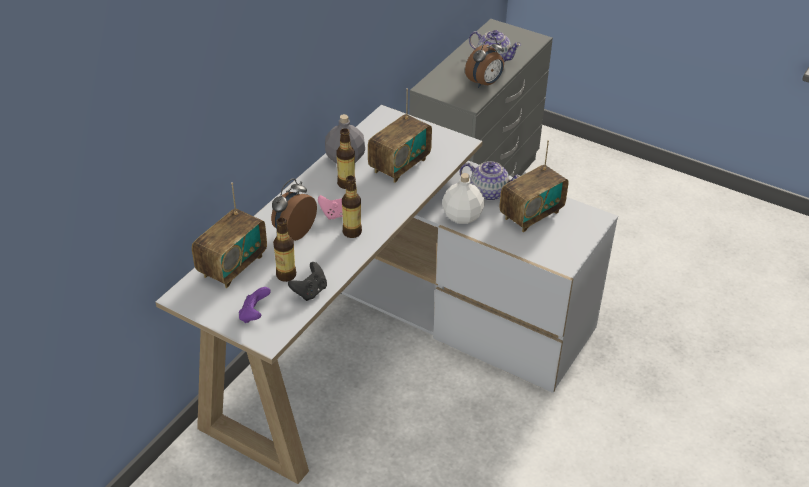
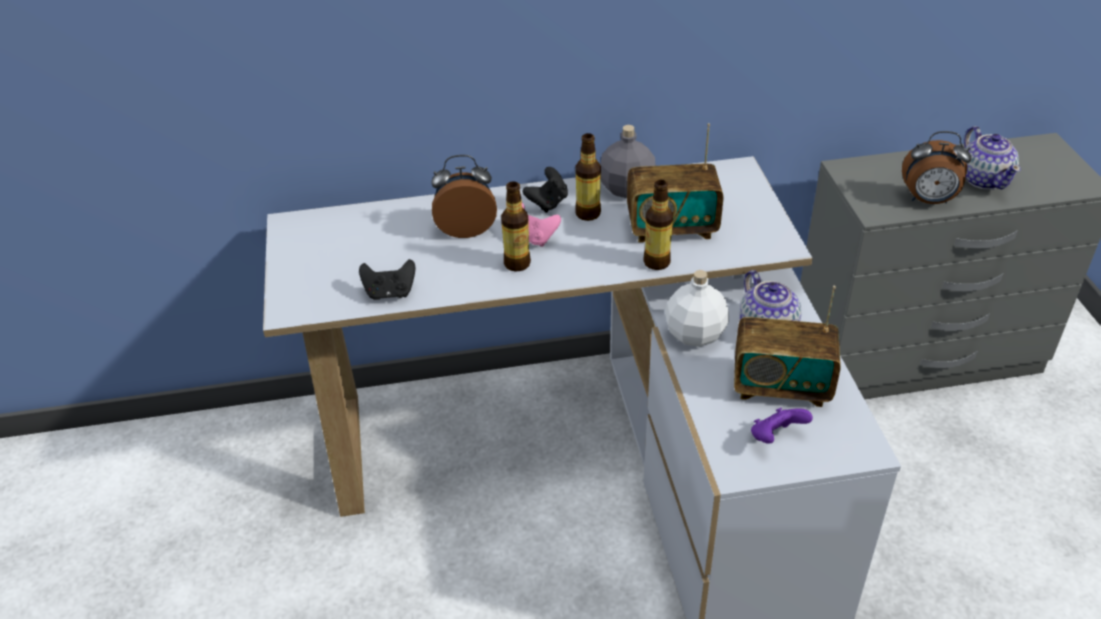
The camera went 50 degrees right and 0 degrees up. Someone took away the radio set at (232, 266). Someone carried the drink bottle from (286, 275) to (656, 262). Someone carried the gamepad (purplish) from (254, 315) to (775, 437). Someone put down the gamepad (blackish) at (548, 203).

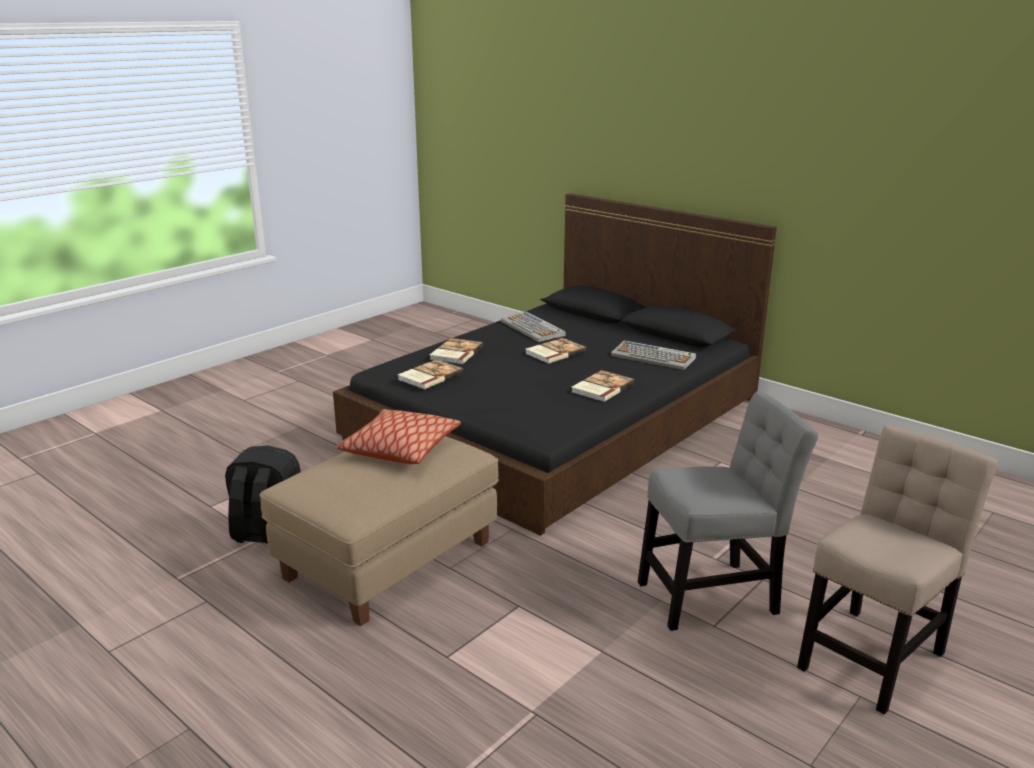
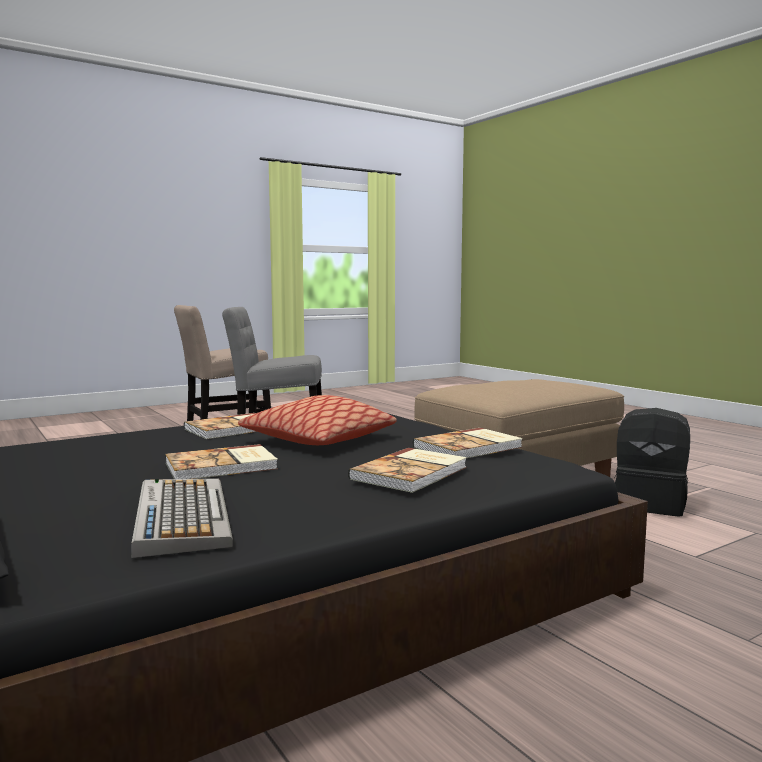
The camera went 165 degrees left and 15 degrees down. Someone took away the computer keyboard at (654, 357). Someone carried the throw pillow from (400, 448) to (319, 440).

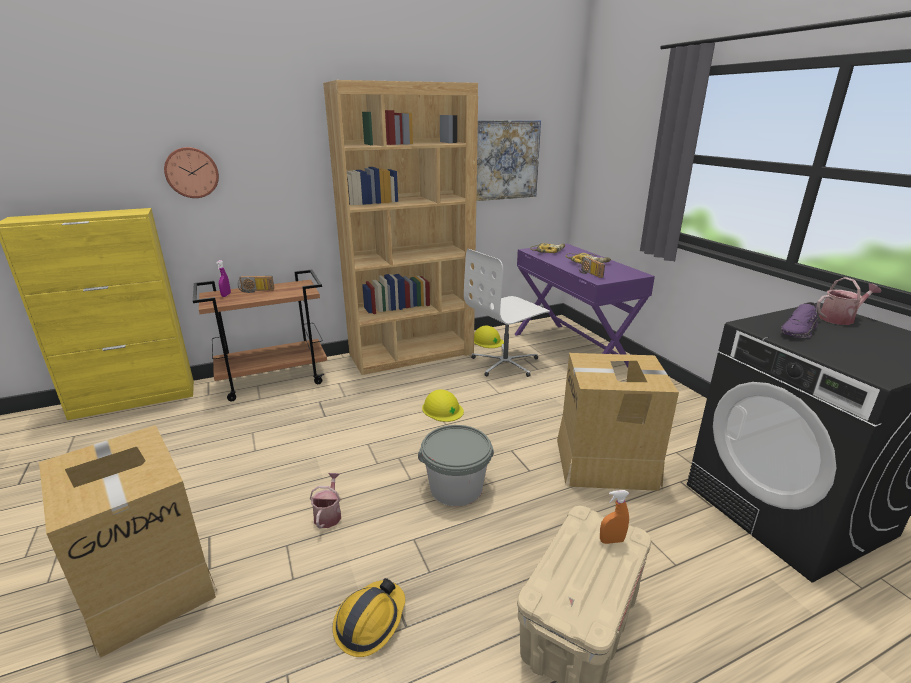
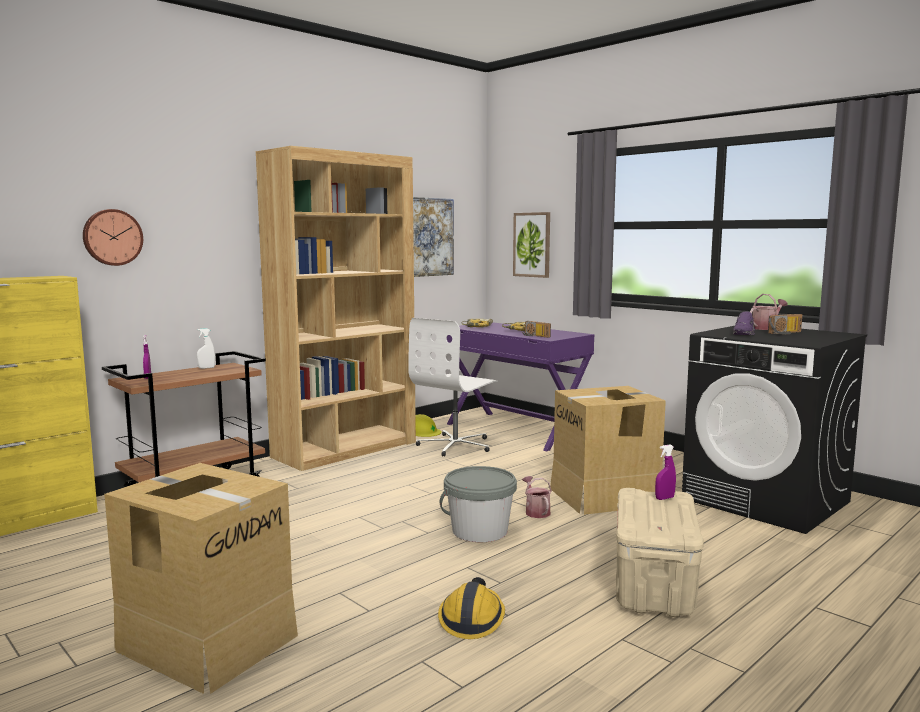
The camera went 20 degrees left and 15 degrees down. Someone carried the radio set from (256, 291) to (786, 333). Someone took away the safety helmet (yellow-coloured) at (442, 409). Someone carried the watering can from (329, 514) to (536, 511). Someone repainted the spray bottle (orangey) at (611, 541), which became the spray bottle (purplish) at (664, 498). Someone put up the picture at (532, 244). Someone put down the spray bottle (whitish) at (206, 368).

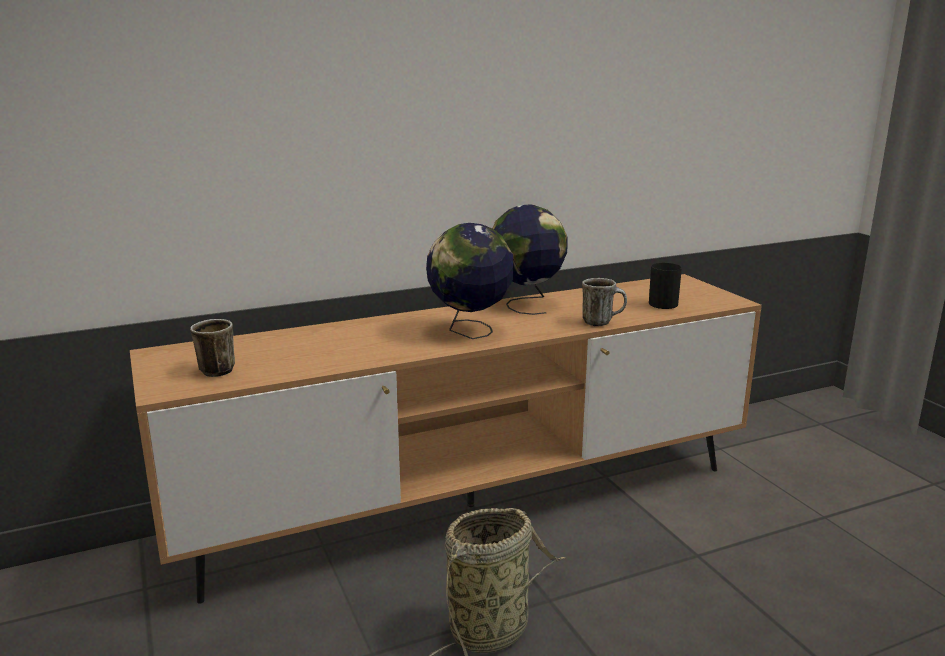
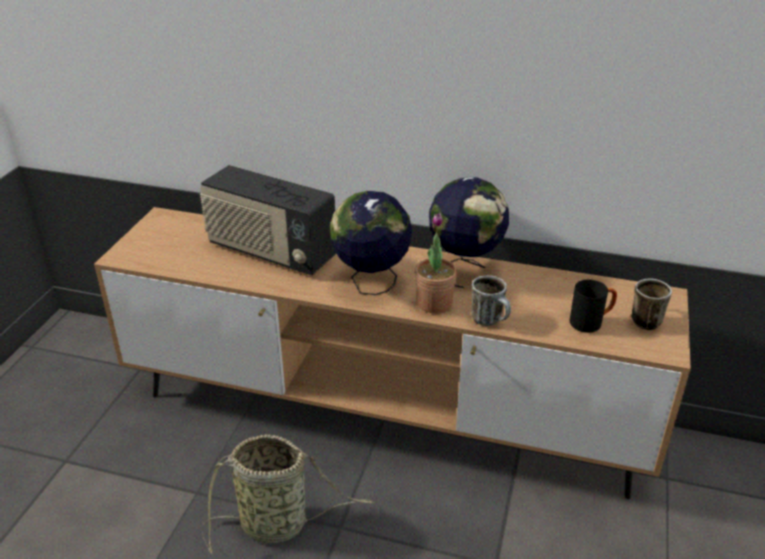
The camera went 40 degrees right and 15 degrees up. Someone carried the tea mug from (212, 370) to (642, 319). Someone put down the radio set at (271, 252). Someone put down the plant in a pot at (434, 303).

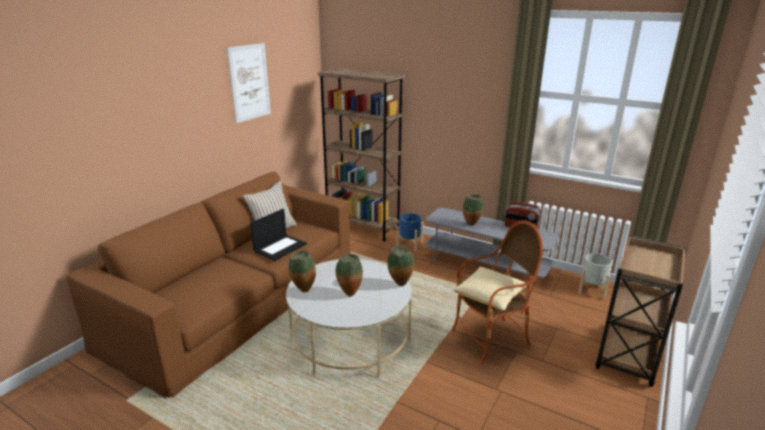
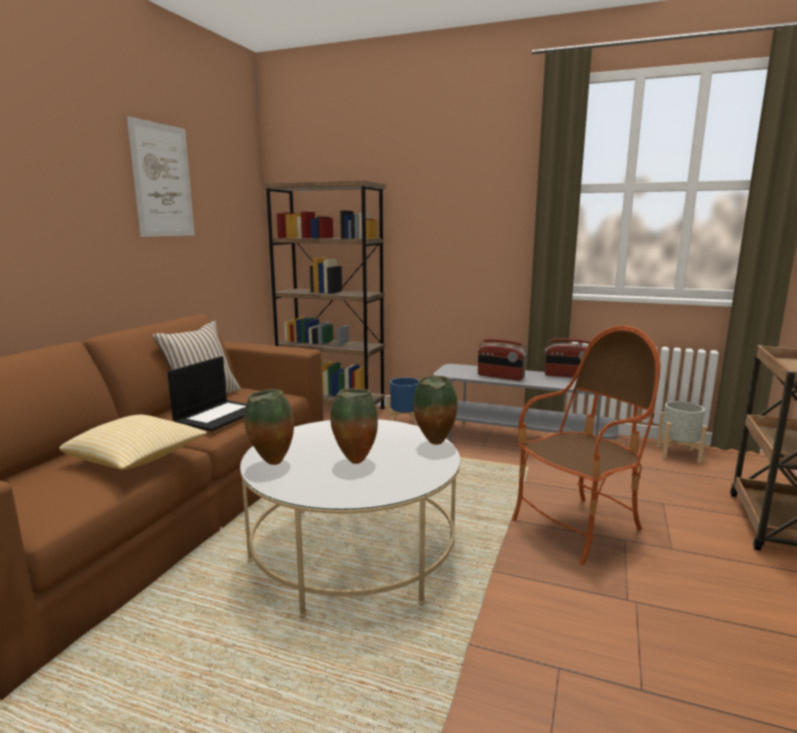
The camera went 10 degrees left and 10 degrees down. Someone swapped the decorative vase at (472, 225) for the radio set at (500, 377). Someone carried the throw pillow from (490, 297) to (137, 459).

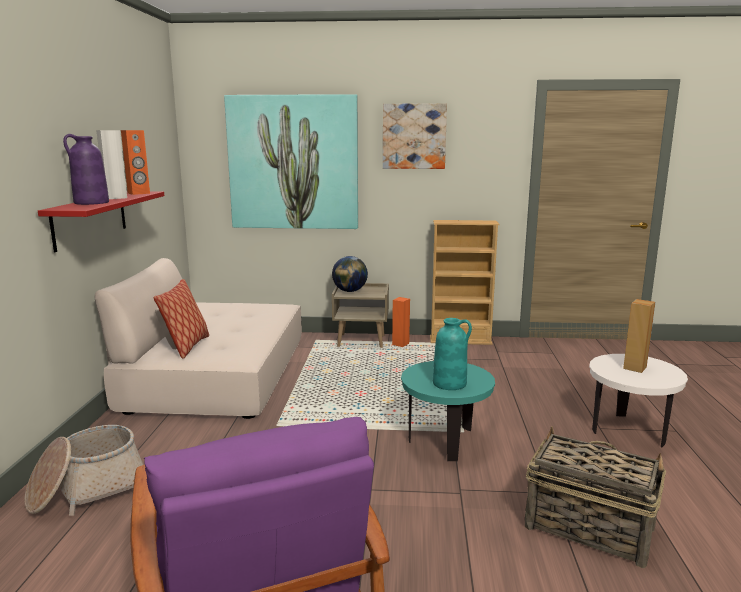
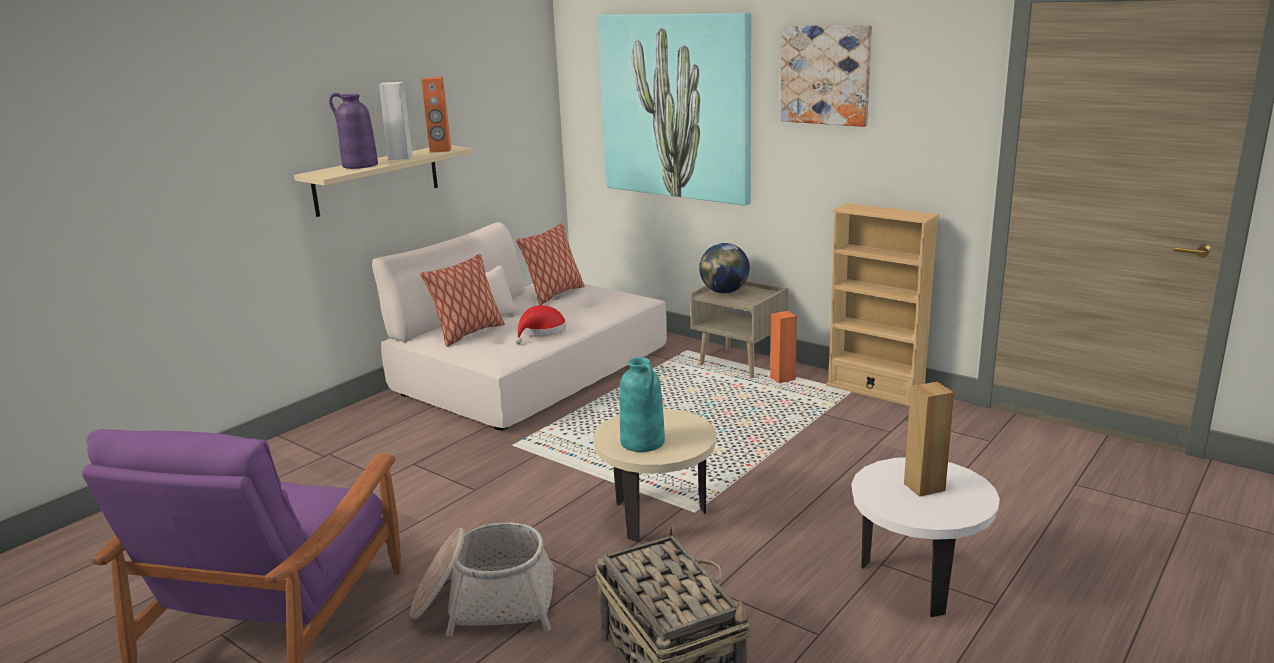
The camera went 35 degrees right and 5 degrees up. Someone repainted the shelf (reddish) at (90, 219), which became the shelf (beige) at (377, 180). Someone repainted the end table (blue-green) at (445, 441), which became the end table (beige) at (658, 516). Someone carried the household basket from (88, 489) to (485, 603). Someone put down the throw pillow at (554, 295). Someone put down the clothing hat (reddish) at (541, 331).

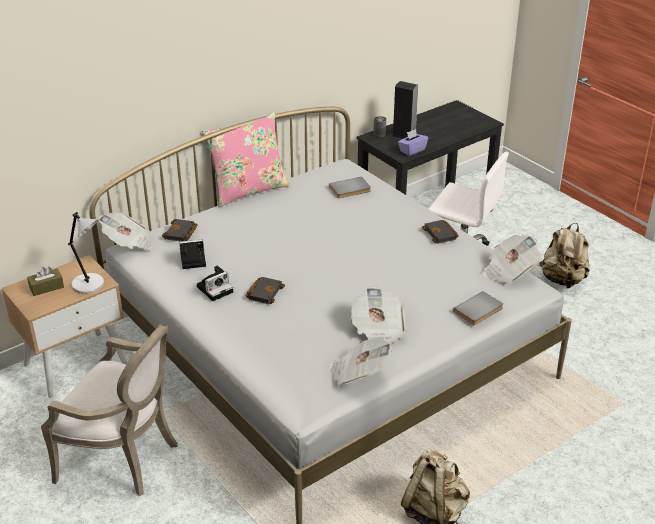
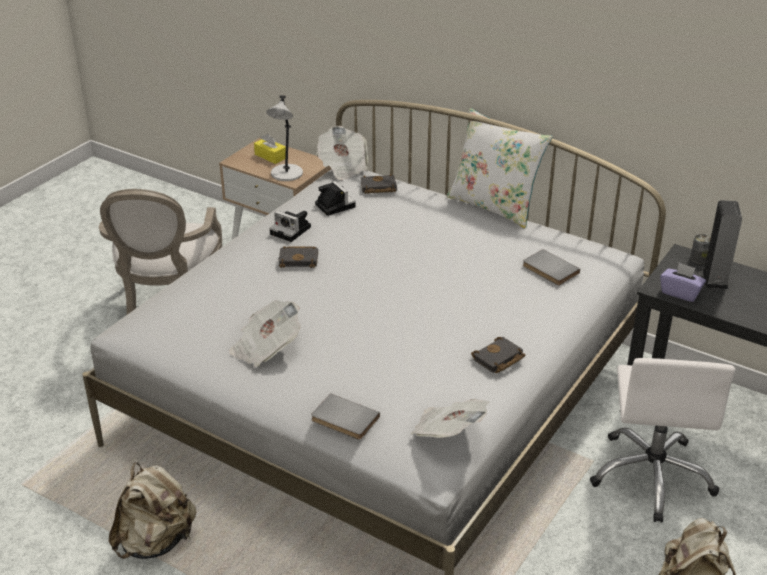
The camera went 70 degrees right and 0 degrees up. Someone repainted the throw pillow (pink) at (248, 190), which became the throw pillow (whitish) at (494, 206). Someone repainted the tissue box (brown) at (46, 287), which became the tissue box (yellow-coloured) at (270, 156). Someone took away the daily paper at (358, 373).

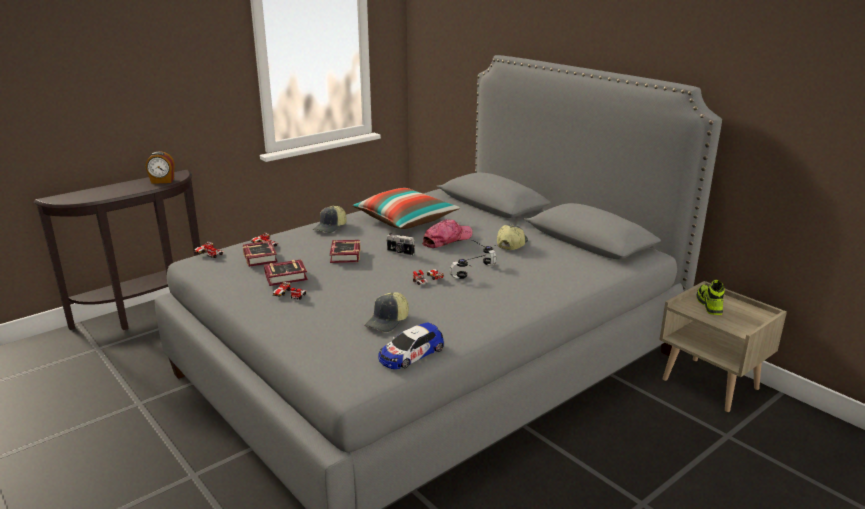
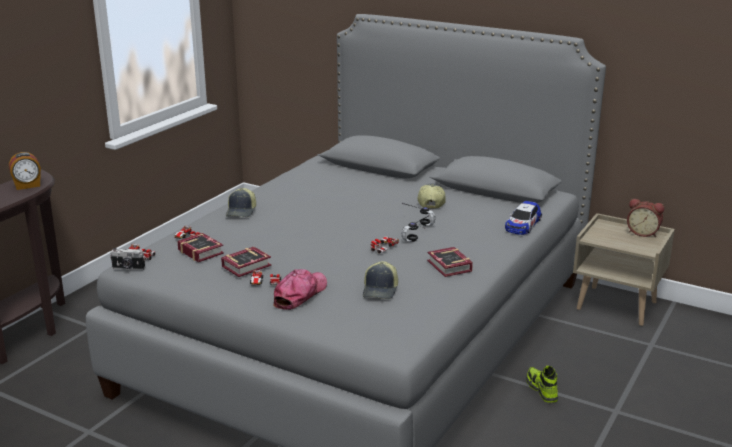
The camera went 20 degrees left and 0 degrees up. Someone took away the throw pillow at (405, 220). Someone carried the peaked cap from (447, 239) to (300, 294). Someone carried the photo camera from (400, 253) to (128, 268). Someone carried the volume from (344, 256) to (449, 267). Someone carried the shoe from (709, 305) to (541, 389). Someone carried the model car from (411, 353) to (523, 224). Someone put down the table clock at (643, 233).

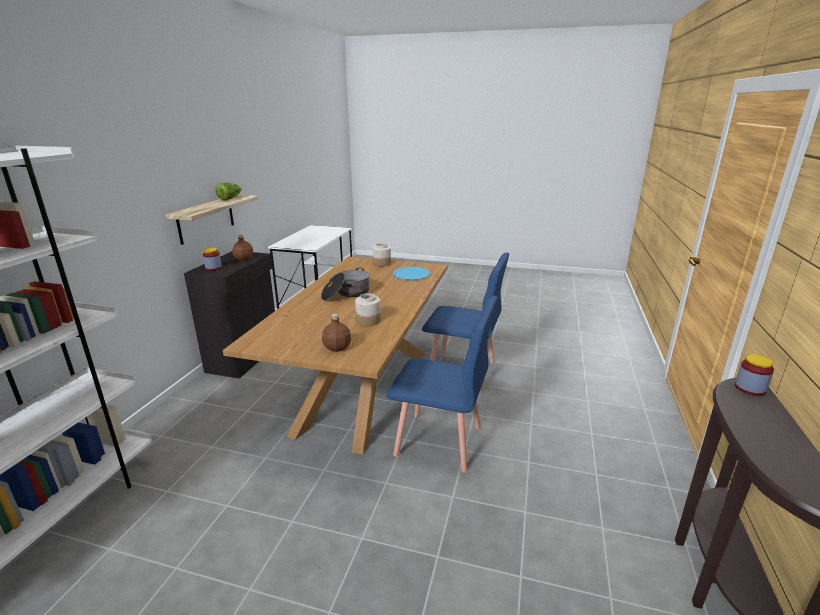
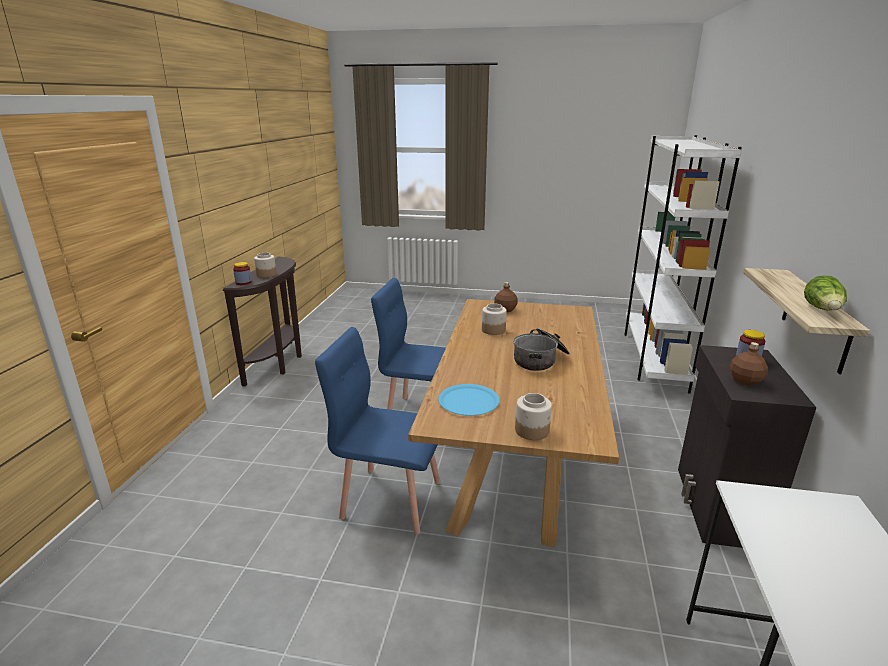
The camera went 175 degrees right and 0 degrees up. Someone put down the jar at (266, 274).

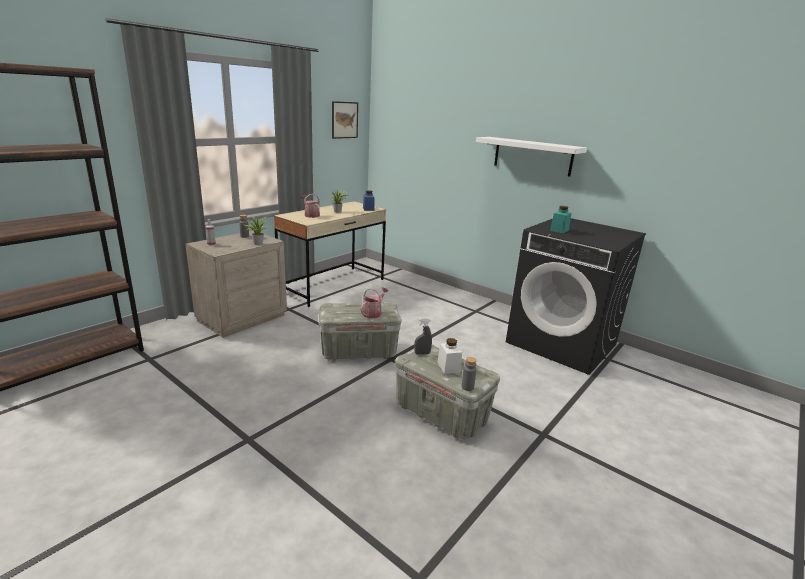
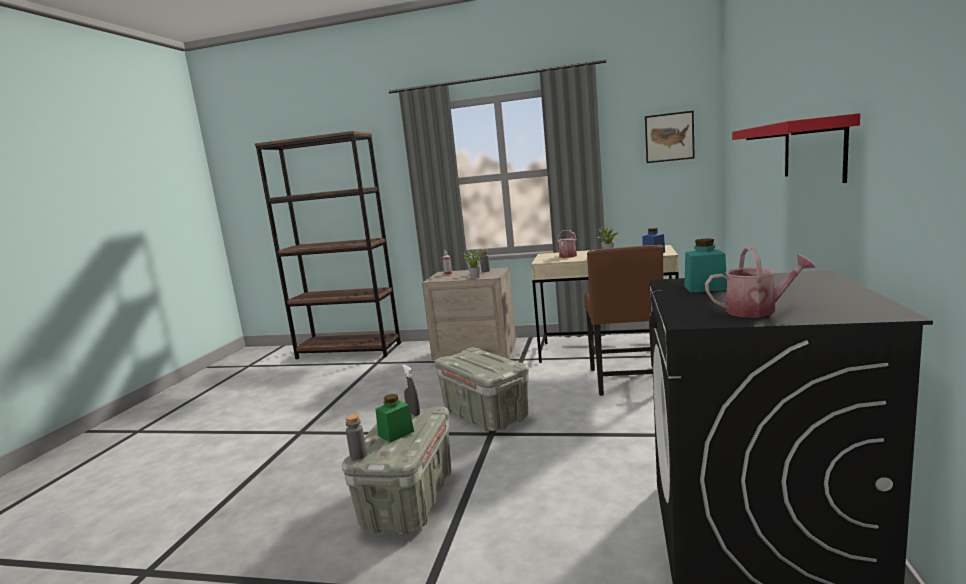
The camera went 65 degrees right and 10 degrees down. Someone repainted the shelf (whitish) at (532, 156), which became the shelf (reddish) at (813, 150). Someone carried the watering can from (373, 313) to (758, 310). Someone repainted the jar (whitish) at (448, 367), which became the jar (greenish) at (396, 433). Someone put down the plain chair (brown) at (627, 381).

